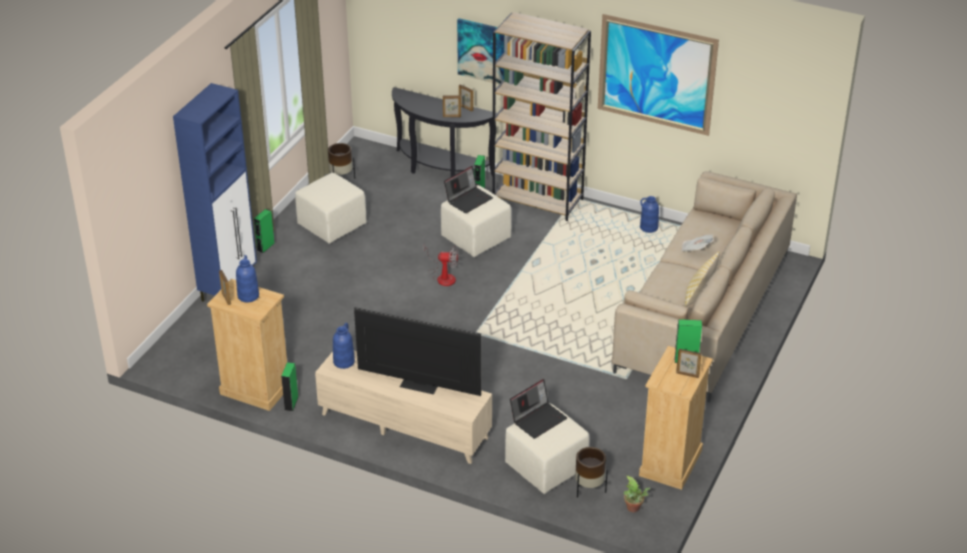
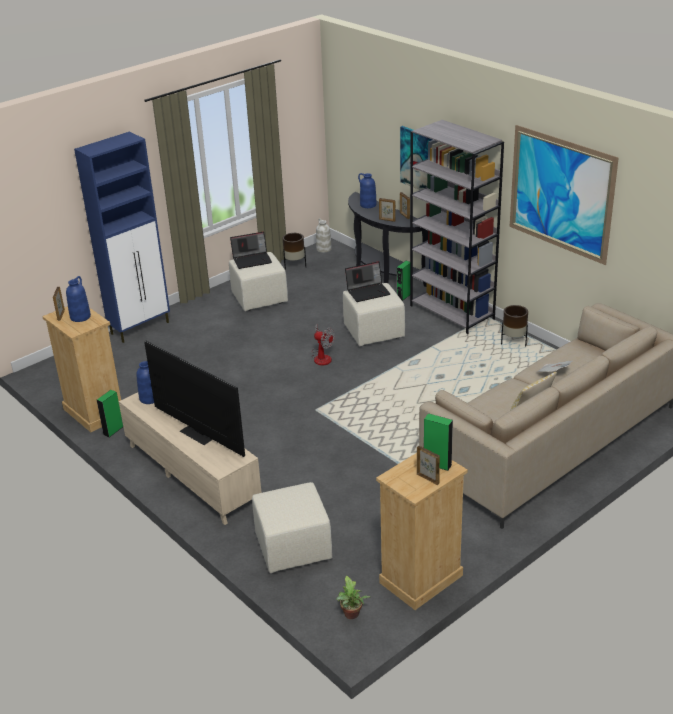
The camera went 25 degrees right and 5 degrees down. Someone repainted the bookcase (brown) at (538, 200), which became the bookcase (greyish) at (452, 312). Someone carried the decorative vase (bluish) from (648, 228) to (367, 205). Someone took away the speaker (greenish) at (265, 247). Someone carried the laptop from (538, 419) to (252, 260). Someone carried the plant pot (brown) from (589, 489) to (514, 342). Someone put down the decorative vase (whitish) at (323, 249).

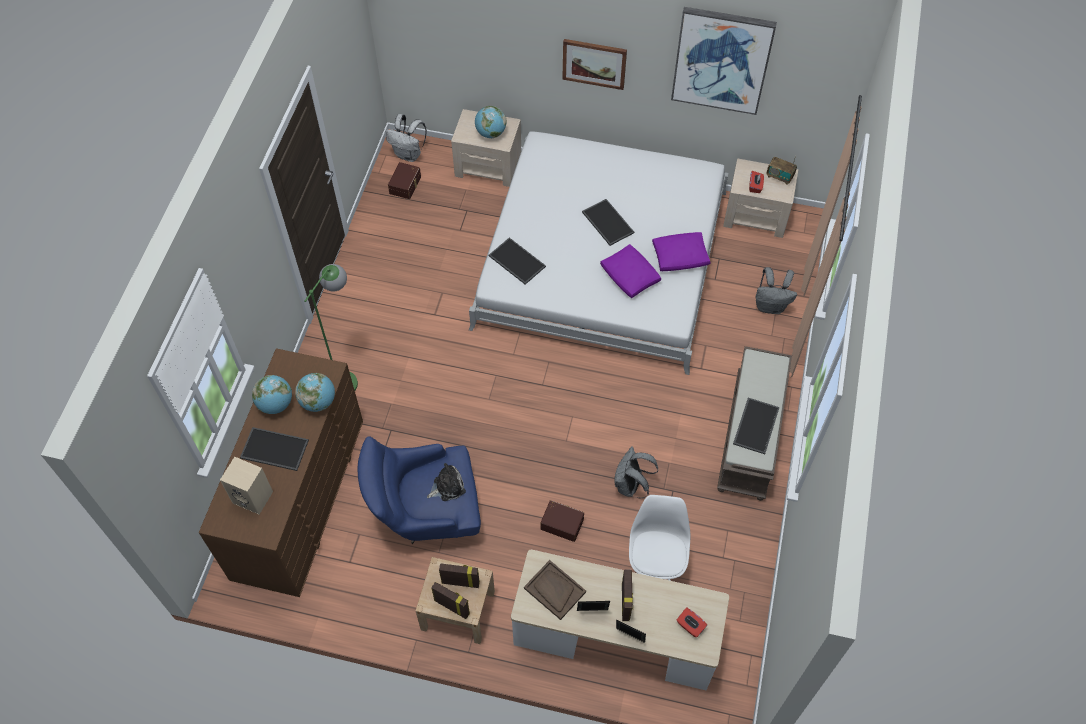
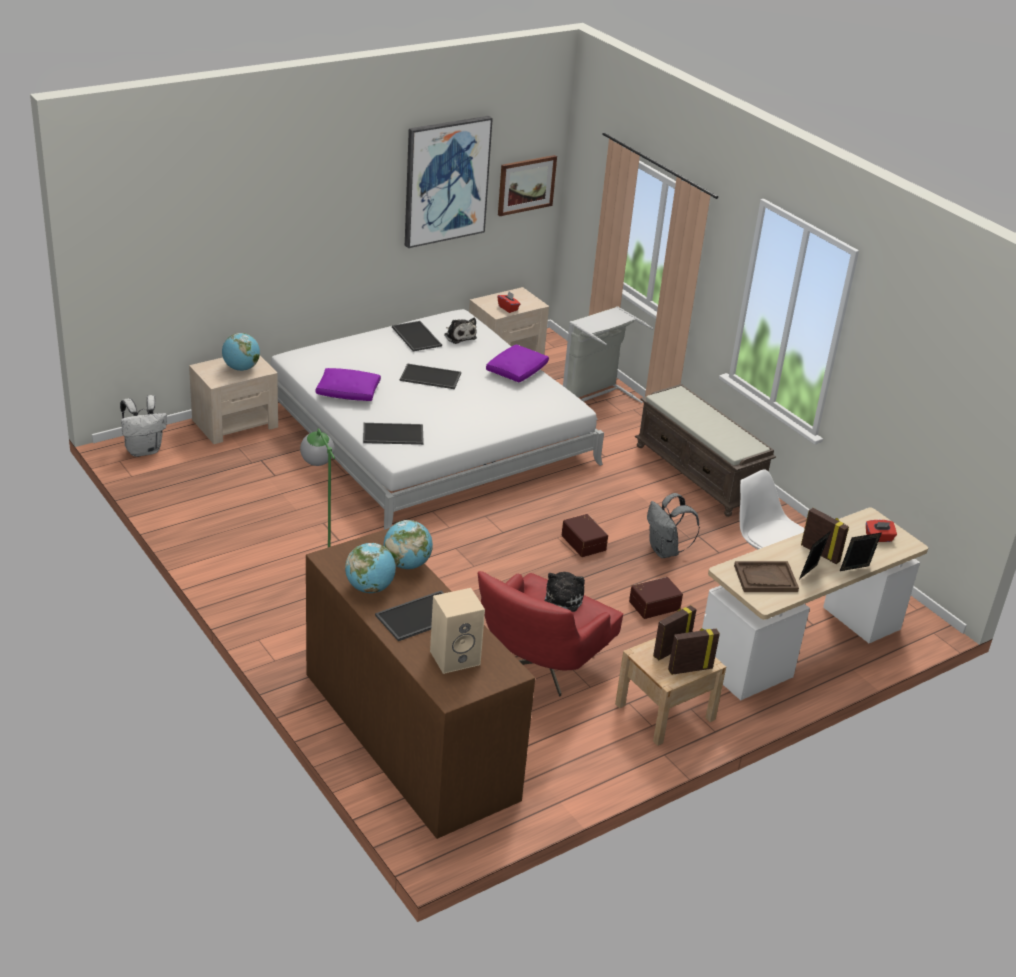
The camera went 50 degrees left and 25 degrees down. Someone carried the picture from (594, 63) to (526, 184). Someone took away the radio set at (779, 176). Someone carried the storage bin (brown) from (406, 185) to (584, 542). Someone carried the throw pillow (purplish) from (630, 276) to (349, 392). Someone swapped the knapsack (greyish) at (770, 306) for the washing basket (greyish) at (596, 397). Someone carried the carrying tray from (755, 425) to (415, 336). Someone repainted the easy chair (bluish) at (426, 513), which became the easy chair (reddish) at (540, 669). Someone put down the cuddly toy at (459, 336).

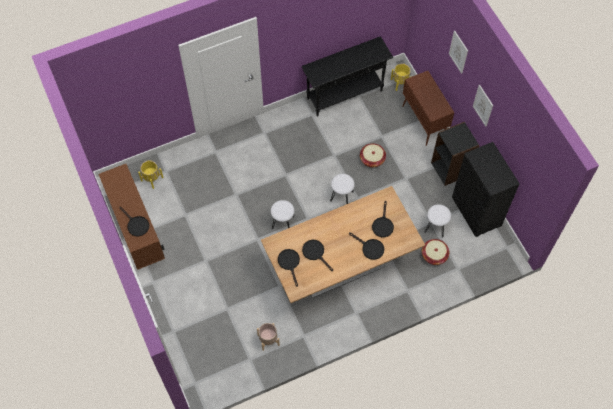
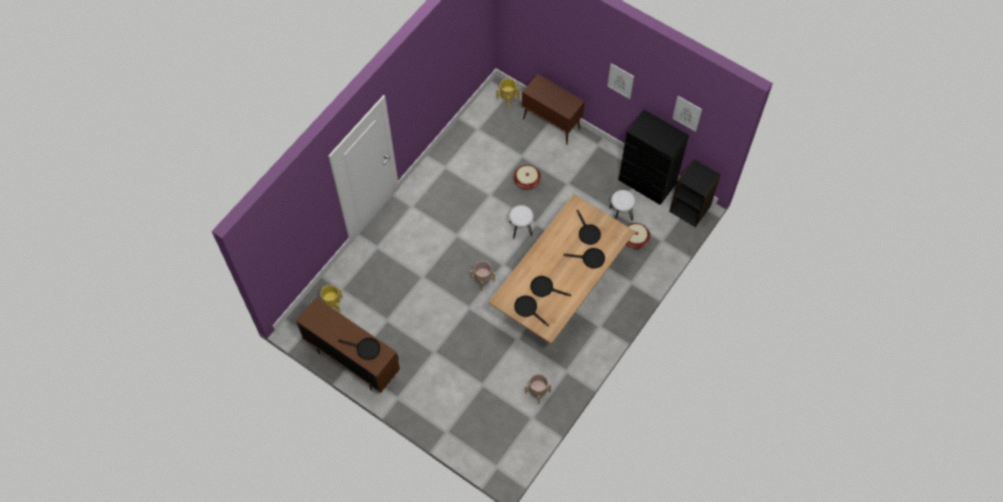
The camera went 30 degrees left and 0 degrees up. Someone carried the picture from (458, 52) to (687, 113). Someone took away the console table (blackish) at (345, 94). Someone carried the bookcase (blackish) from (450, 168) to (690, 208). Someone swapped the stool (whitish) at (283, 222) for the plant pot (beige) at (482, 280).

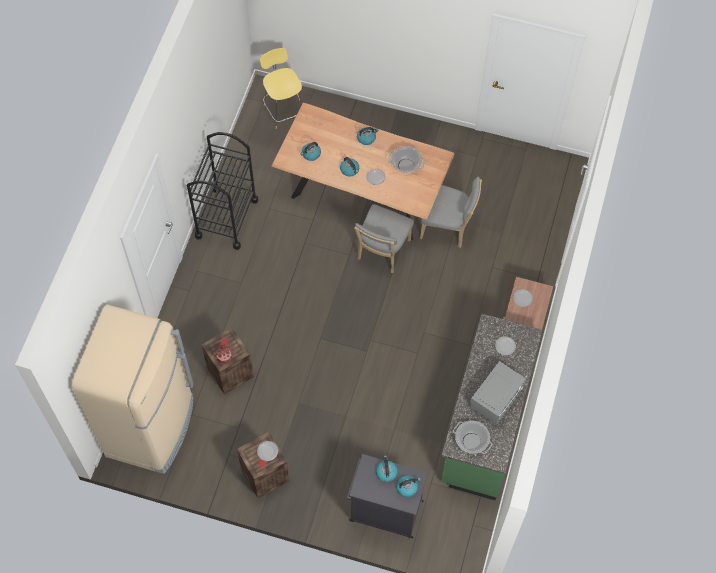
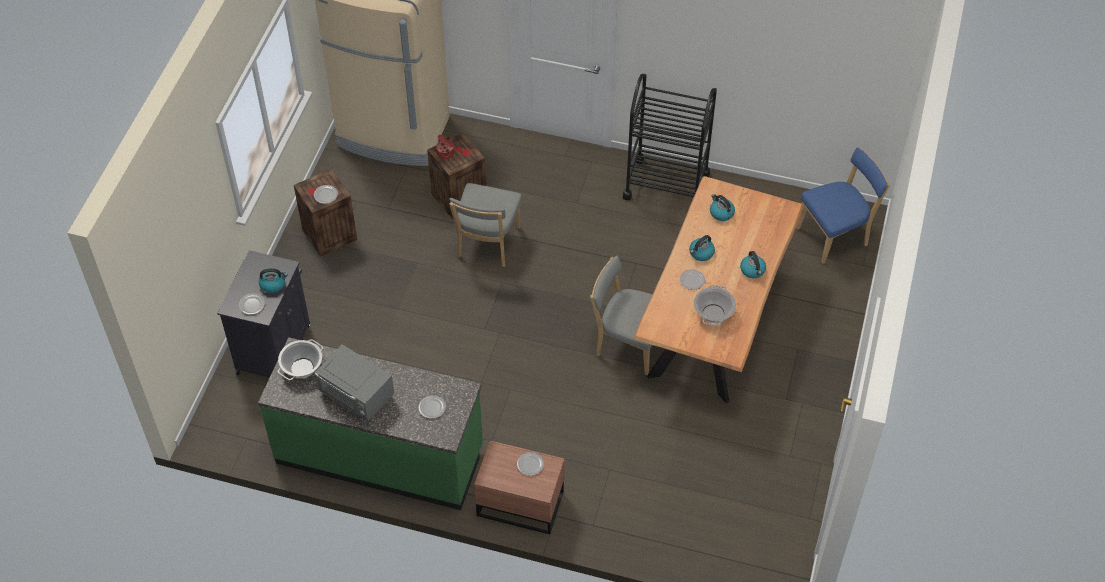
The camera went 90 degrees right and 10 degrees down. Someone swapped the stool (yellow-coloured) at (283, 109) for the plain chair (bluish) at (835, 236). Someone carried the plain chair (greyish) from (447, 227) to (487, 244). Someone swapped the tea kettle at (407, 487) for the flat dish at (252, 304).

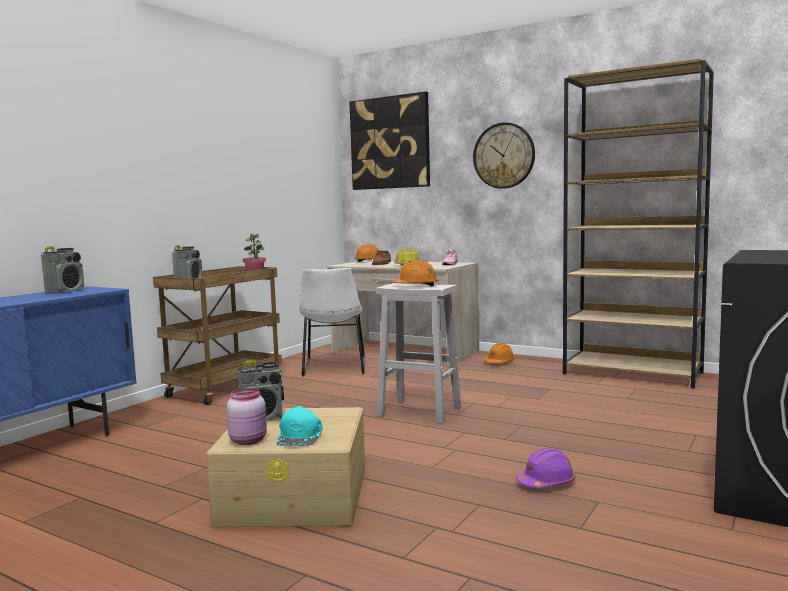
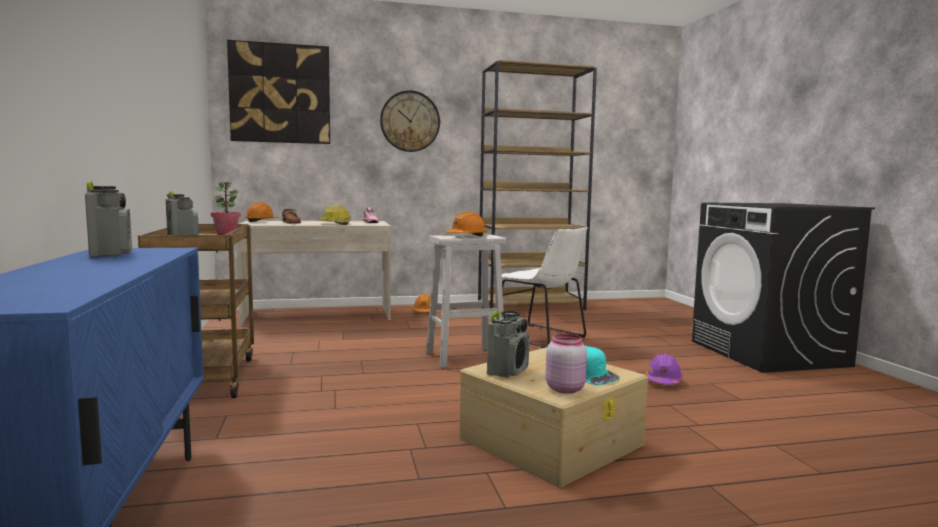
The camera went 45 degrees left and 0 degrees up. Someone carried the plain chair (whitish) from (334, 368) to (541, 337).

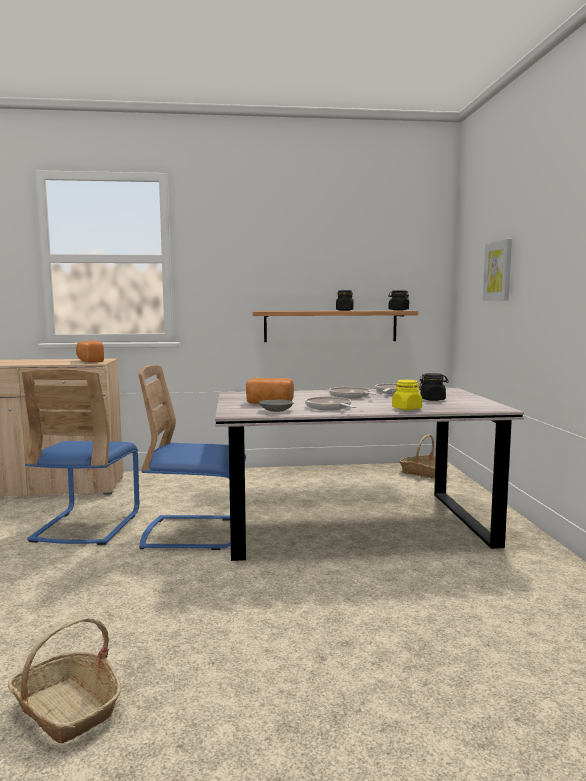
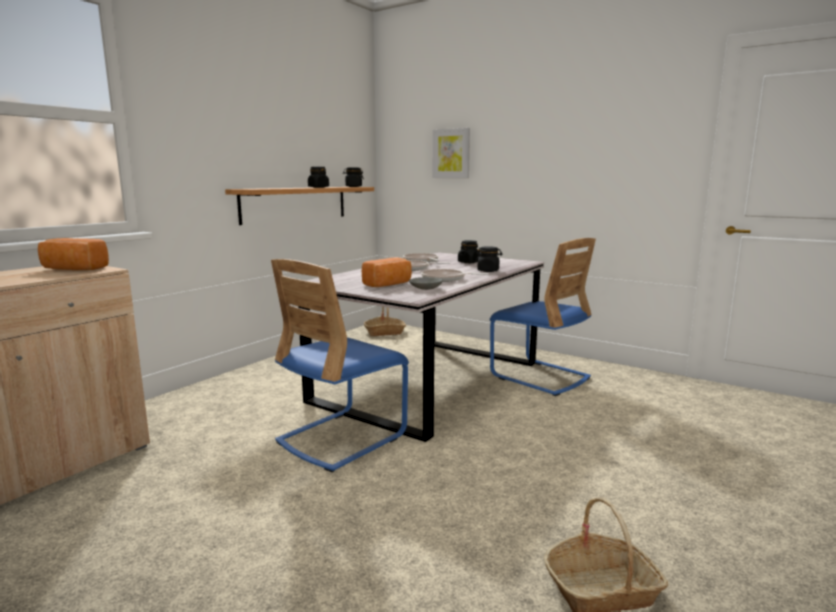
The camera went 50 degrees left and 5 degrees up. Someone carried the plain chair (bluish) from (87, 526) to (539, 377). Someone repainted the jar (yellow-coloured) at (407, 408), which became the jar (blackish) at (488, 270).

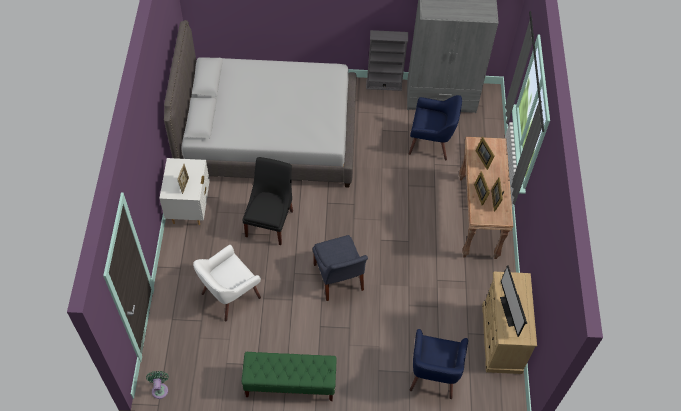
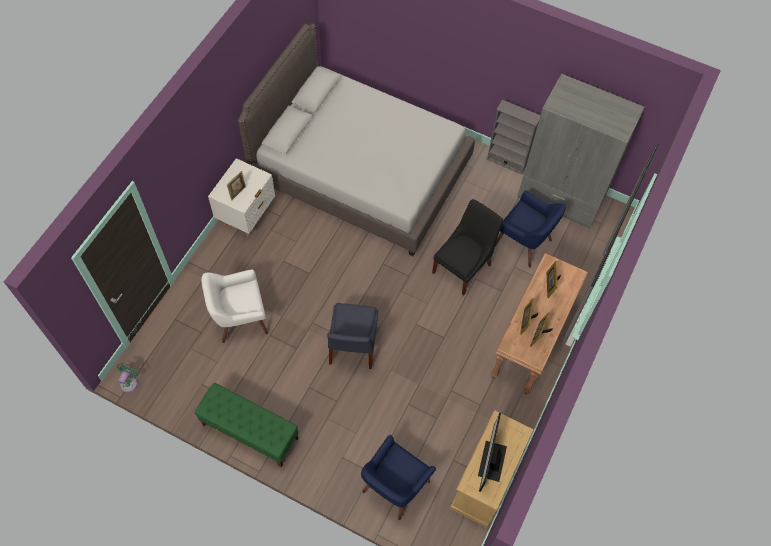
The camera went 25 degrees right and 5 degrees up. Someone carried the plain chair (blackish) from (270, 221) to (463, 267).

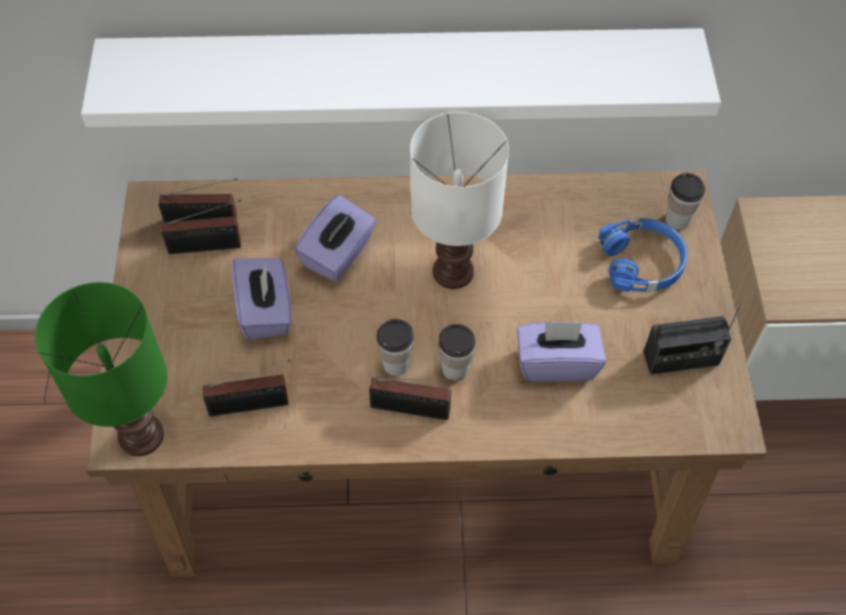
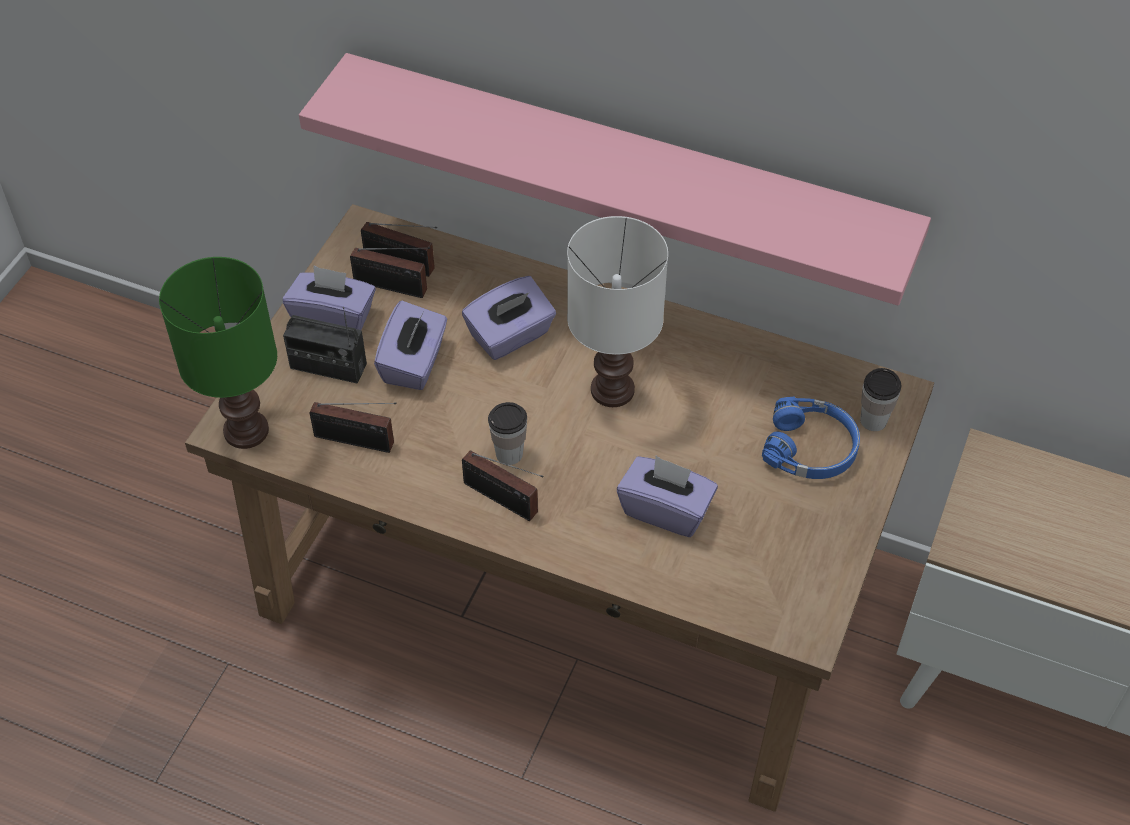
The camera went 25 degrees right and 5 degrees down. Someone repainted the shelf (whitish) at (401, 71), which became the shelf (pink) at (623, 170). Someone carried the radio set from (681, 359) to (328, 366). Someone took away the cup at (455, 369). Someone put down the tissue box (purplish) at (333, 318).

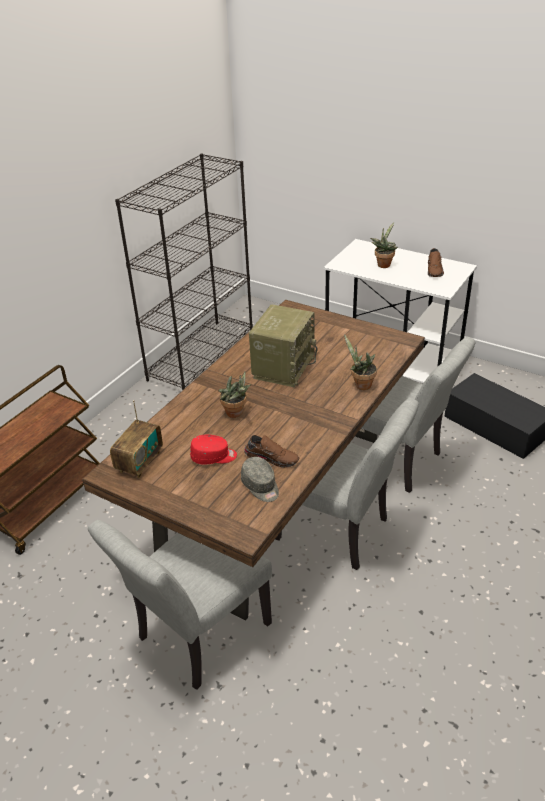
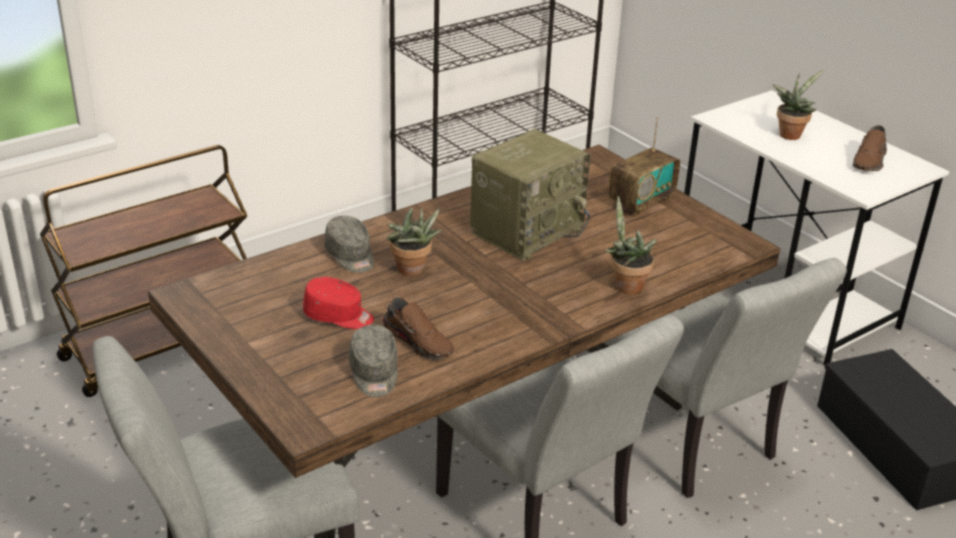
The camera went 20 degrees right and 5 degrees down. Someone carried the radio set from (139, 462) to (641, 202). Someone put down the peaked cap (greyish) at (350, 256).

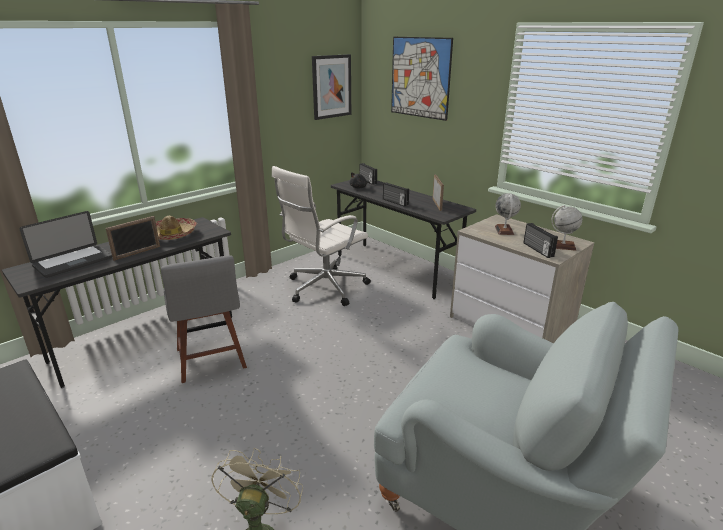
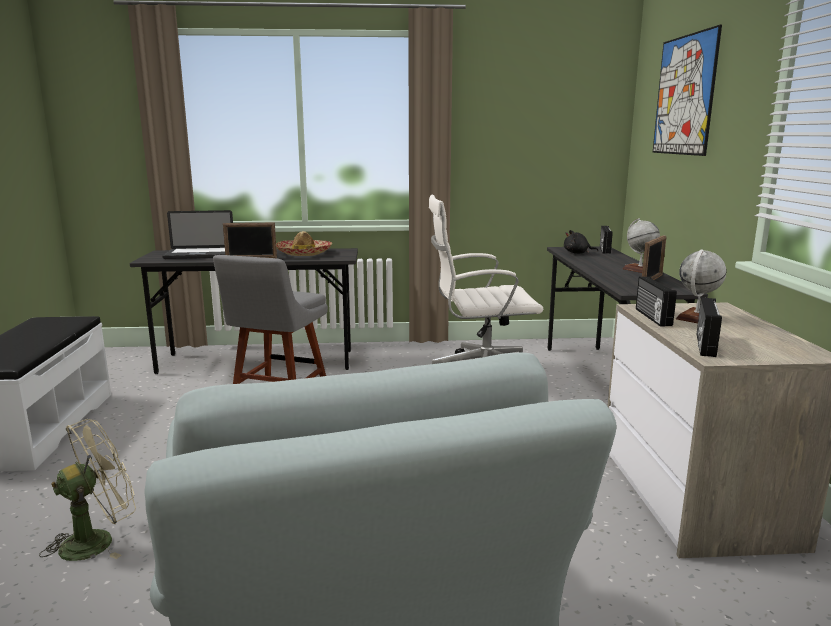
The camera went 40 degrees right and 10 degrees down. Someone took away the picture at (331, 86). Someone carried the radio set from (395, 202) to (651, 317). Someone carried the world globe from (562, 246) to (639, 270).

